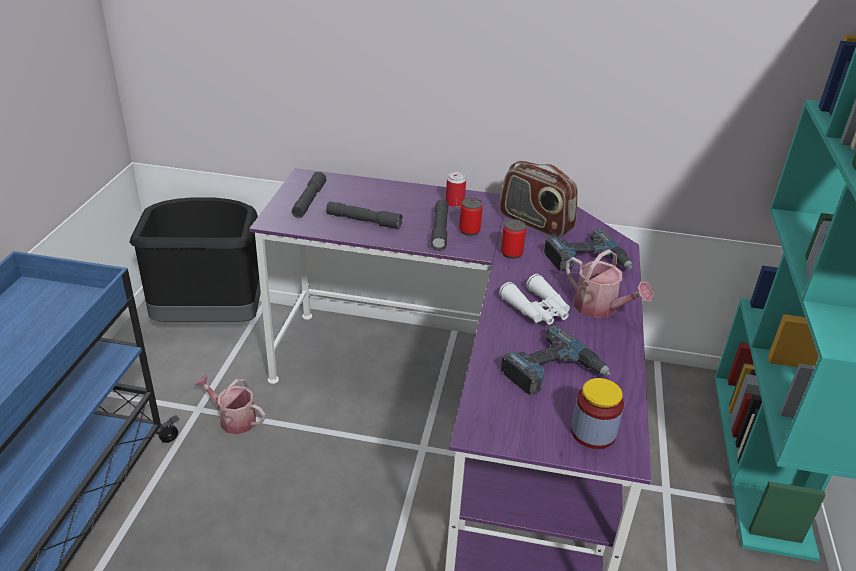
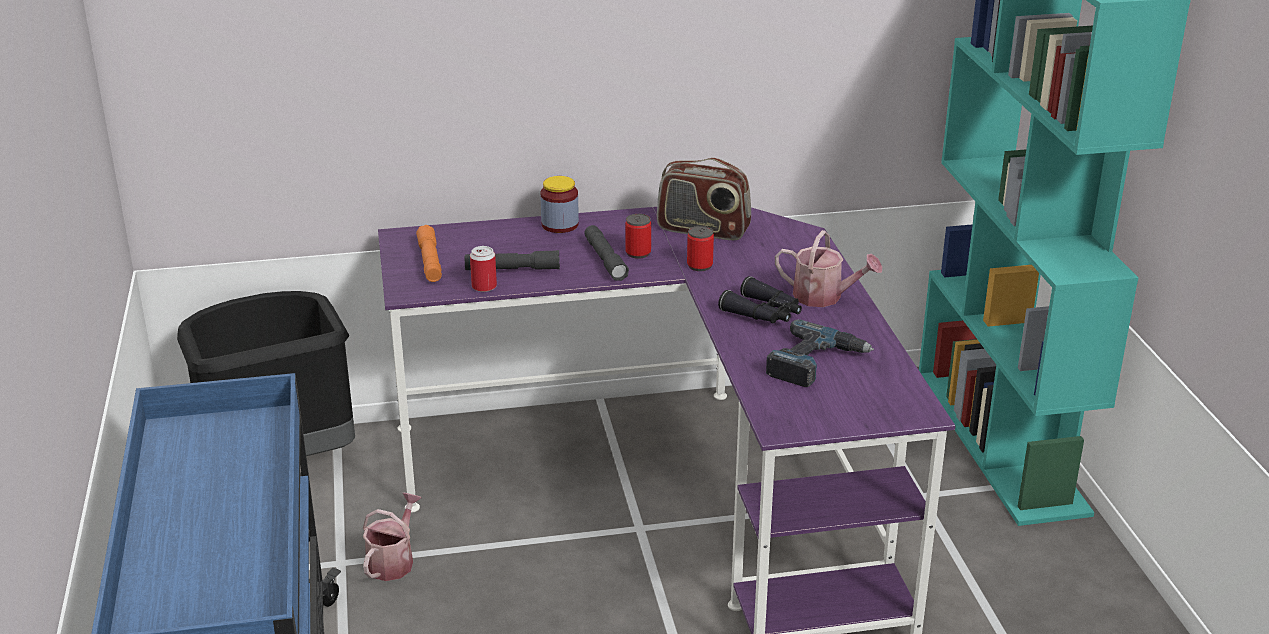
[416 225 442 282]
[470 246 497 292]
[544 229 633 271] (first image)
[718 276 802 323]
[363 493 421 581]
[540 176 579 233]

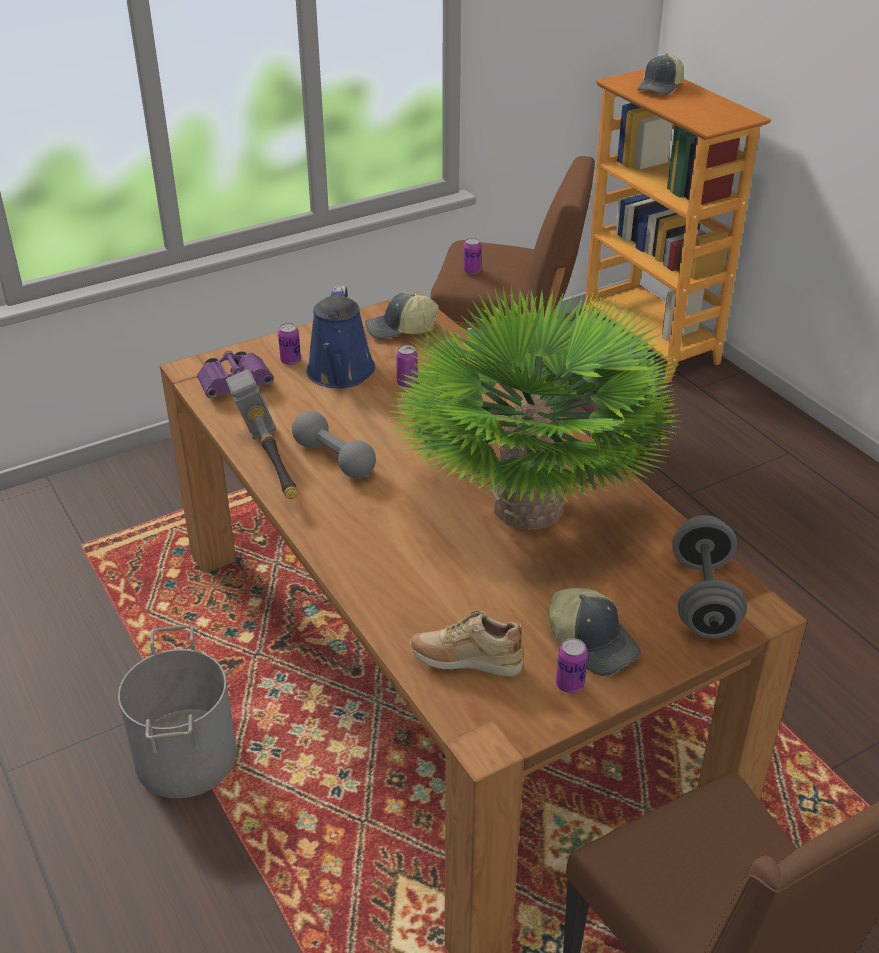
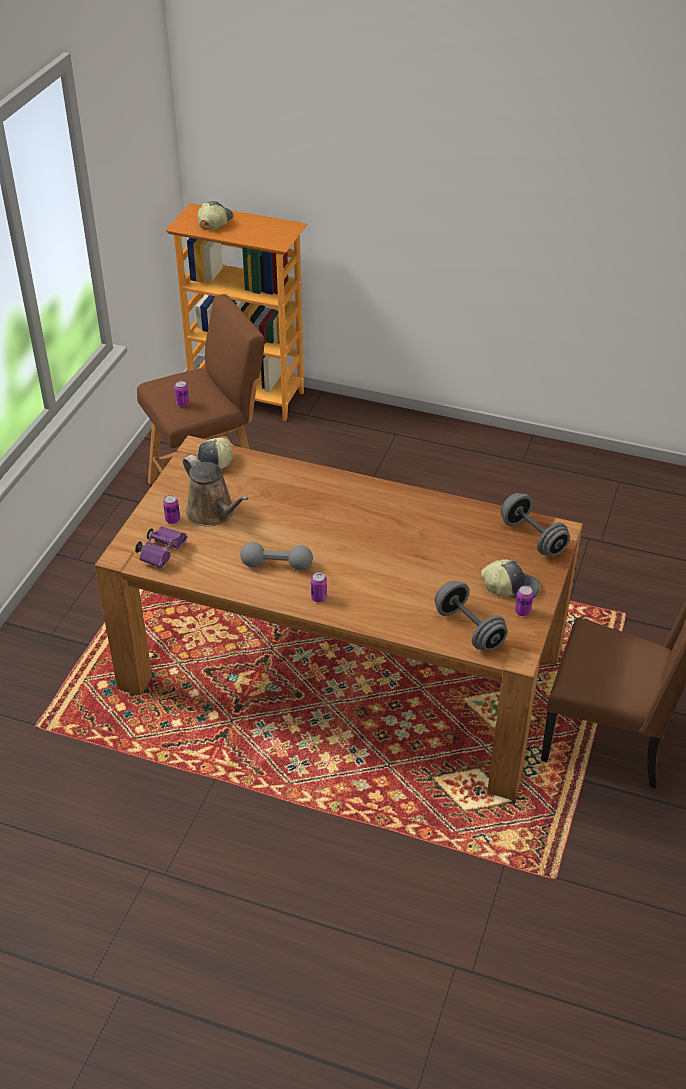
[198 201 233 230]
[384 285 682 530] (first image)
[183 455 248 527]
[311 572 327 603]
[226 369 298 499] (first image)
[435 581 508 652]
[118 625 237 798] (first image)

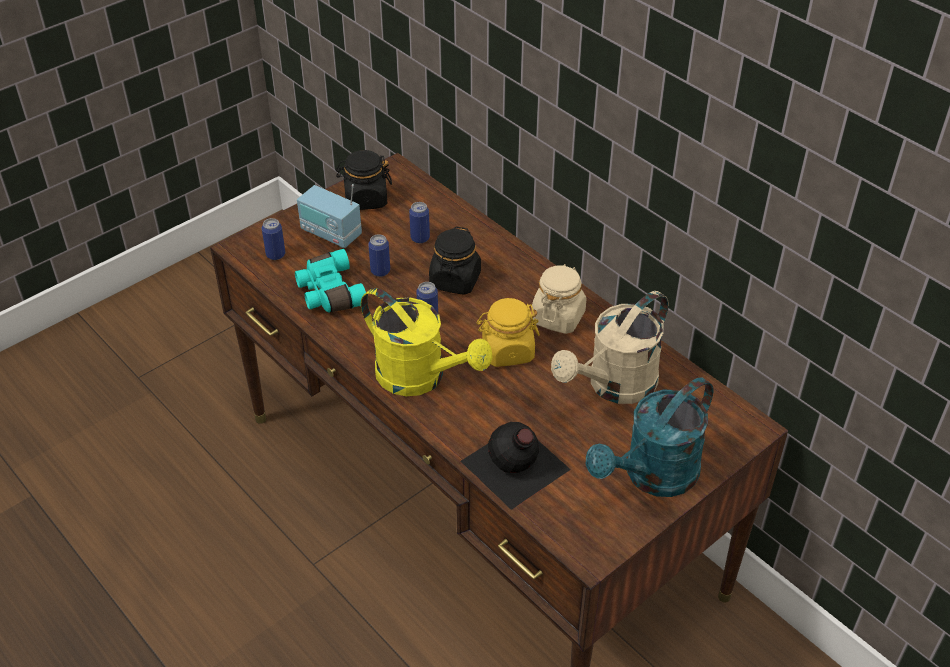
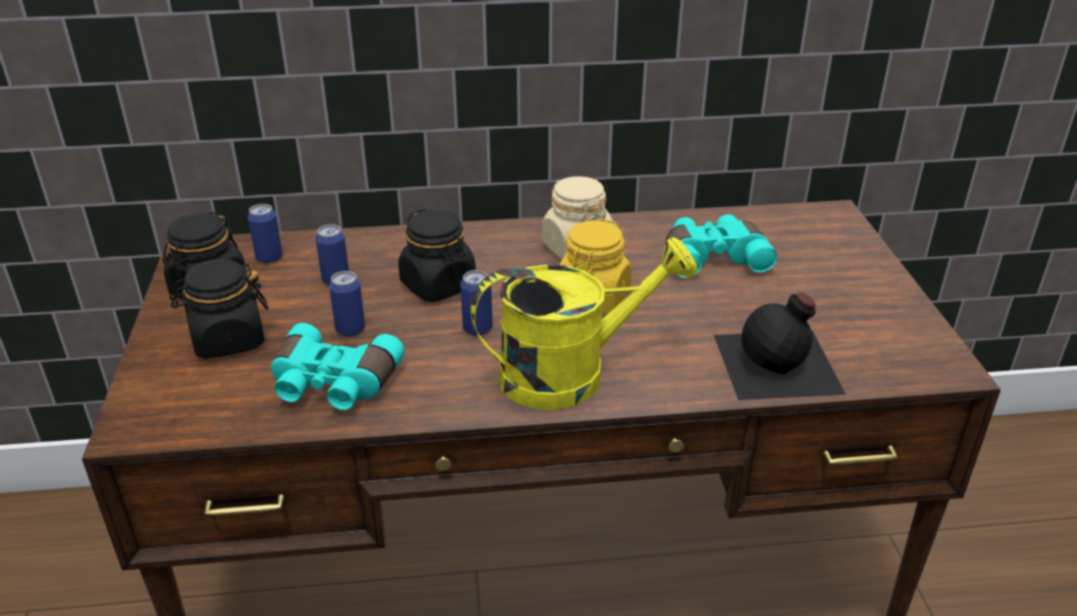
[169 259 268 359]
[248 204 283 264]
[666 214 777 278]
[585 378 713 497] (first image)

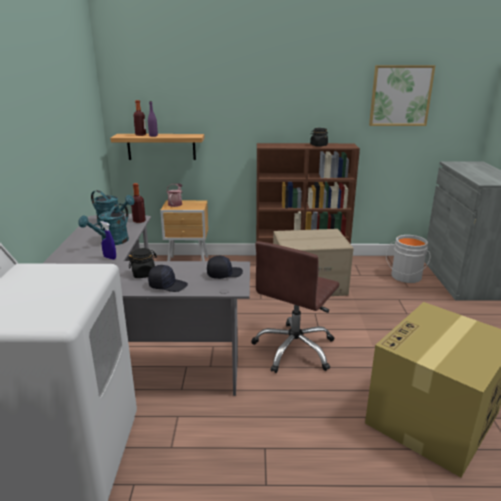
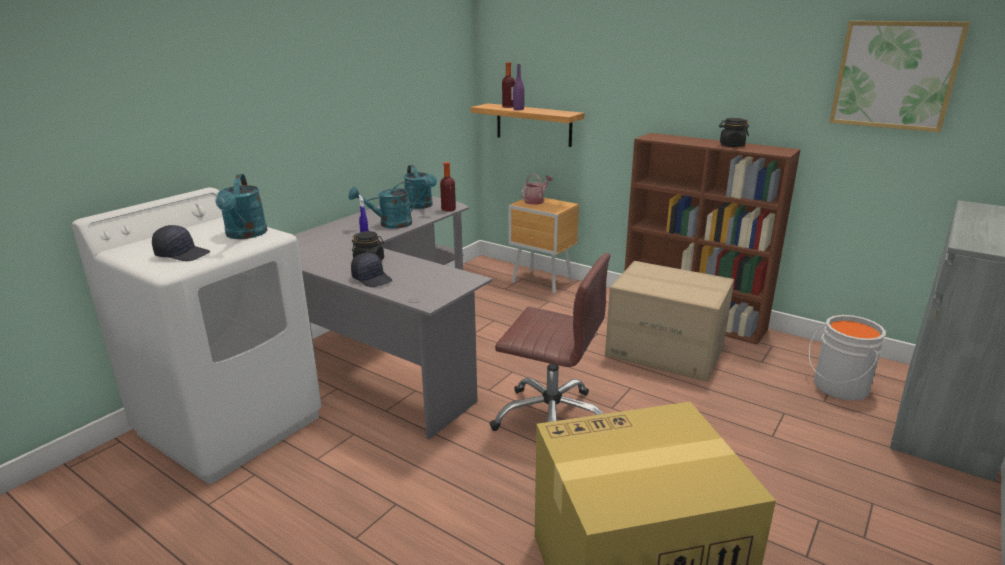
[490 253 610 431]
[152 225 210 261]
[216 174 267 239]

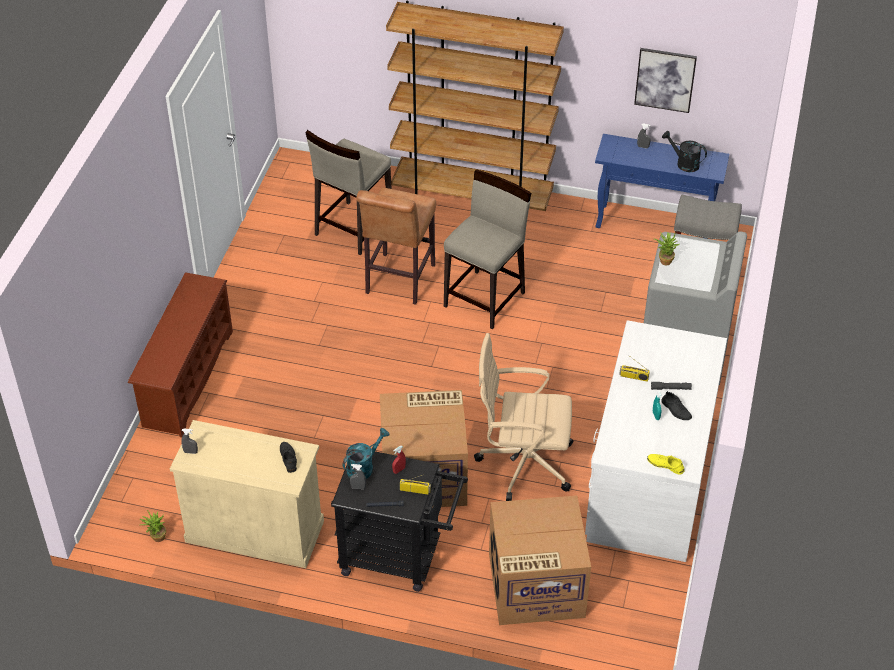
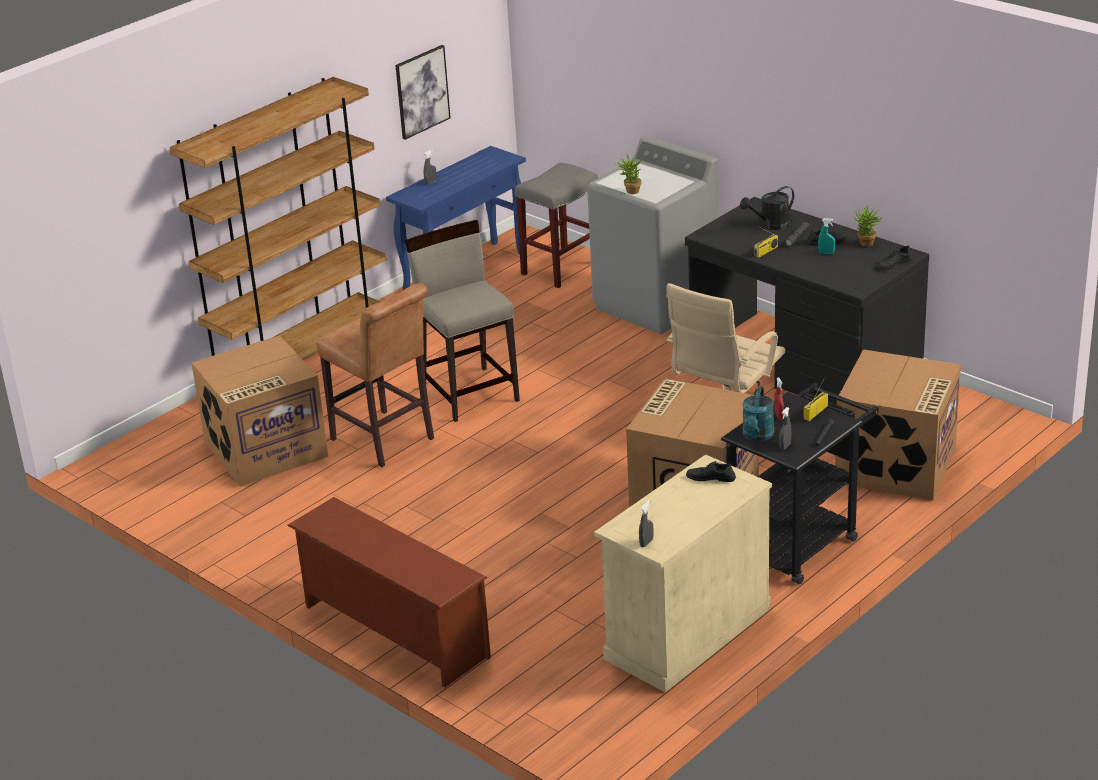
[191 335 328 487]
[740 186 794 230]
[685 197 929 404]
[742 386 774 442]
[877 245 912 270]
[854 205 881 247]

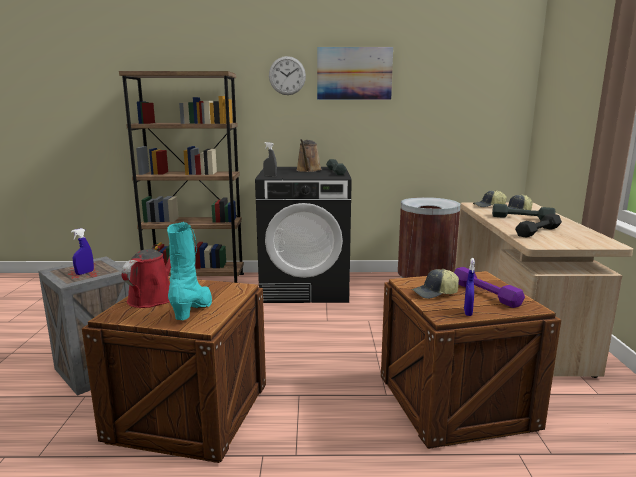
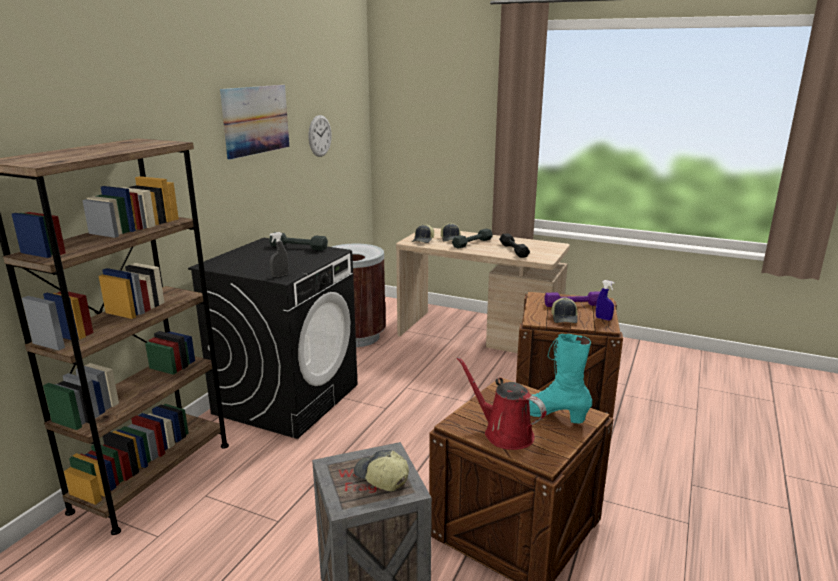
[309 115 332 157]
[296 139 322 172] (first image)
[354 450 409 491]

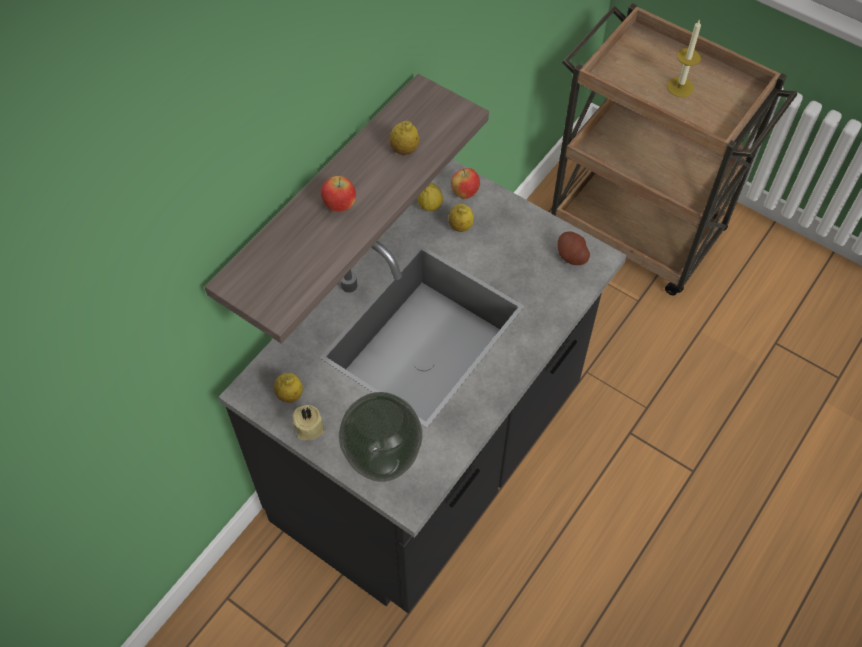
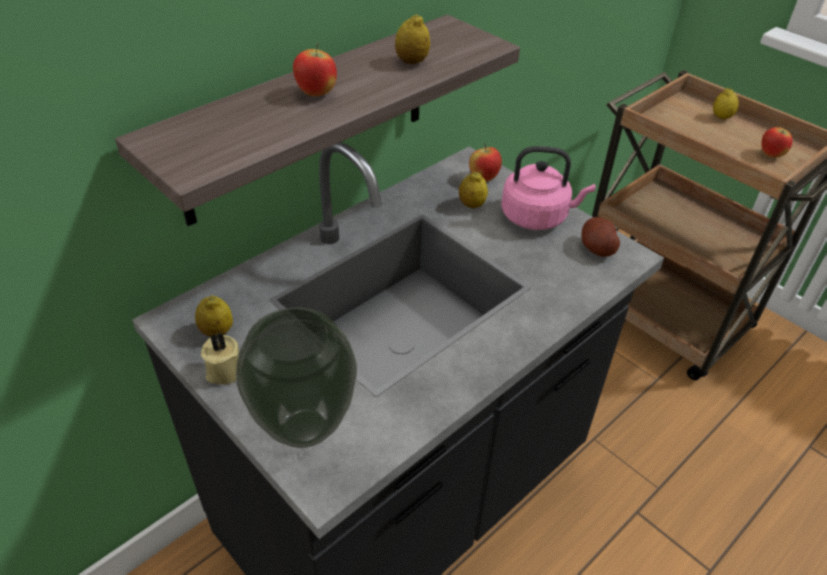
[667 19 701 97] (first image)
[713 88 739 119]
[761 126 793 157]
[501 146 596 230]

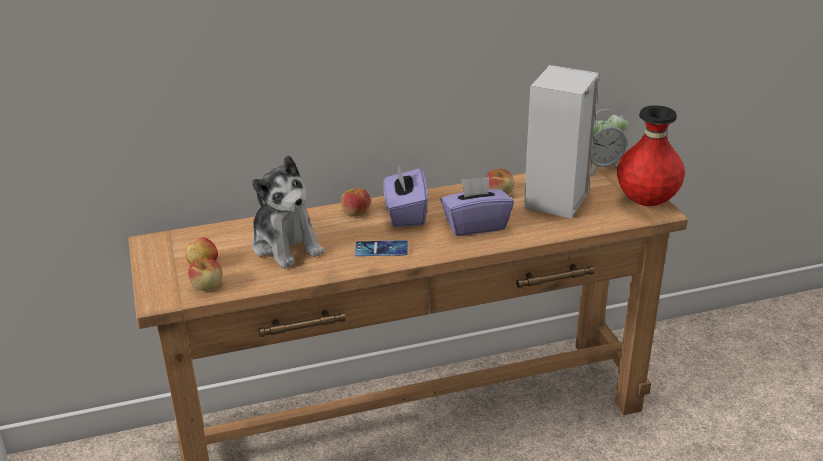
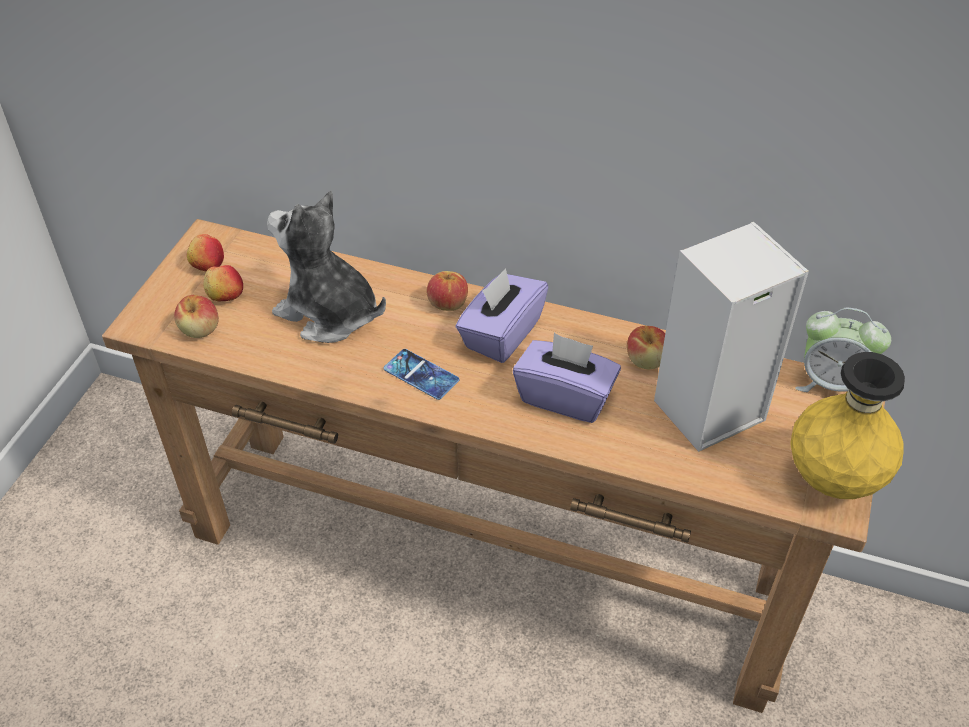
[790 352 905 499]
[267 190 386 343]
[187 234 224 271]

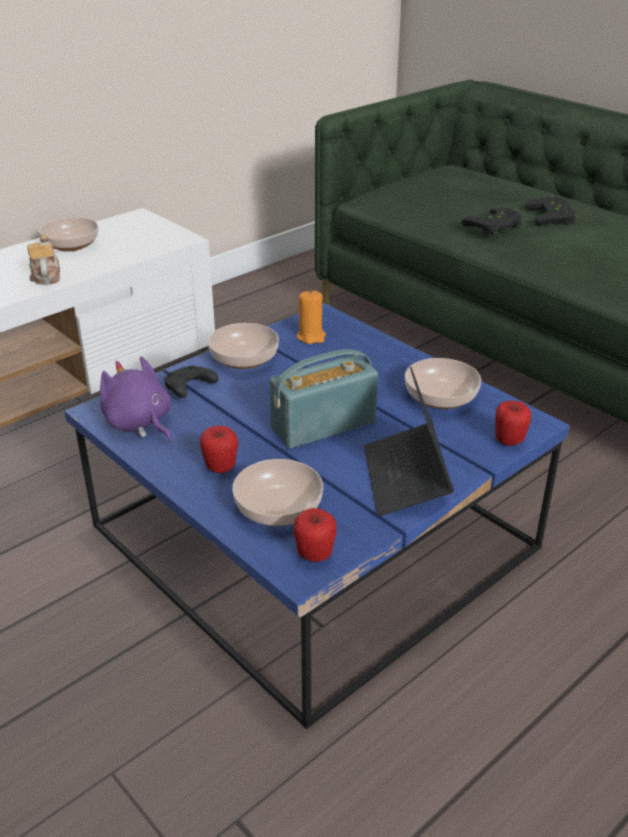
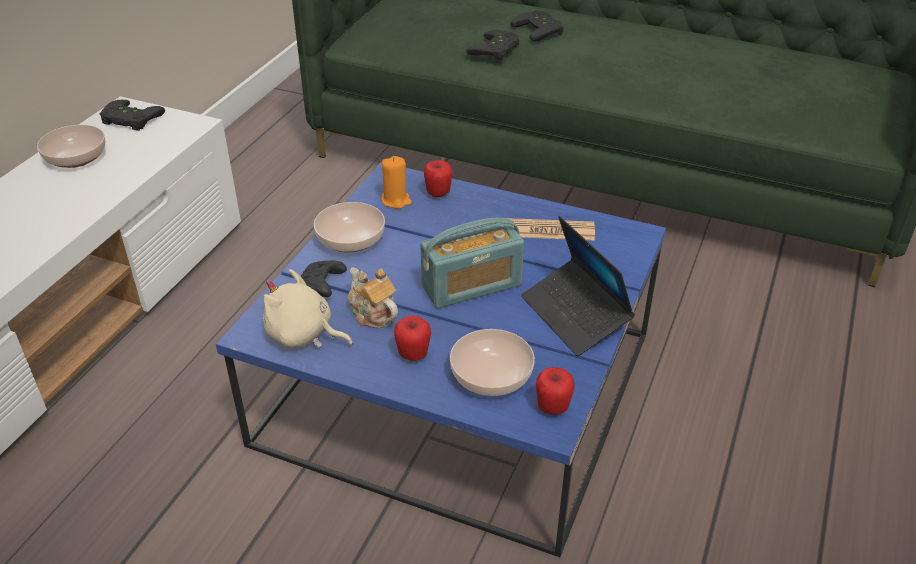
[348 268 398 328]
[420 218 524 308]
[263 269 353 348]
[506 218 595 240]
[424 160 452 197]
[100 100 165 131]

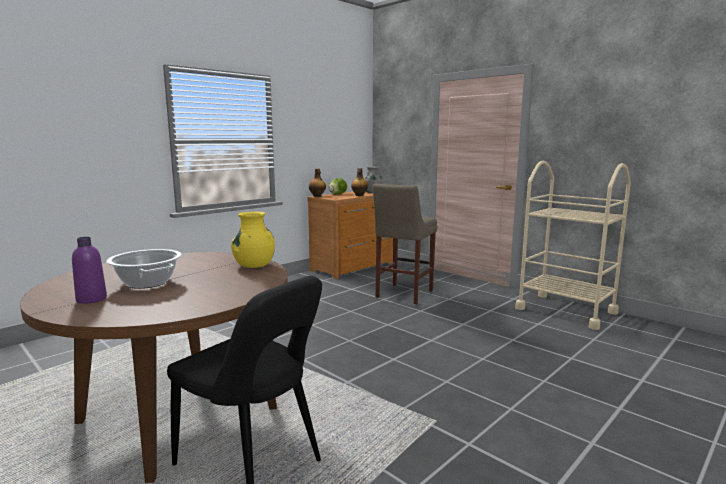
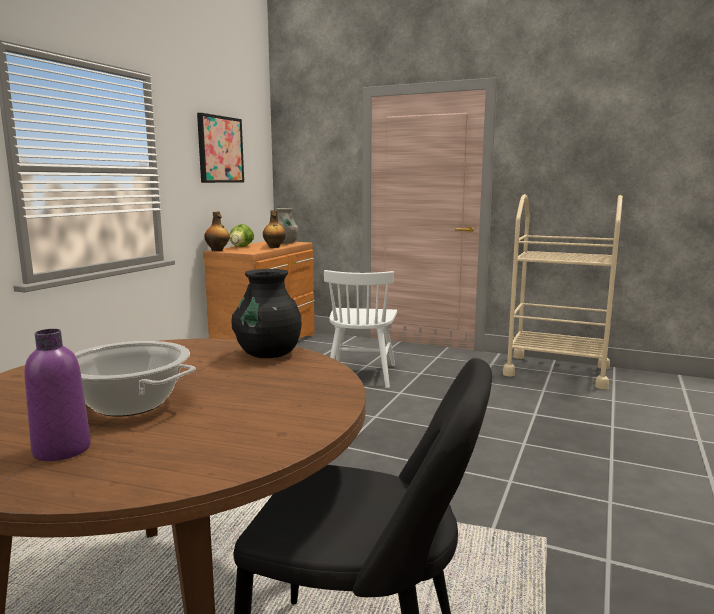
[324 270 397 388]
[232 269 302 358]
[197 113 244 183]

